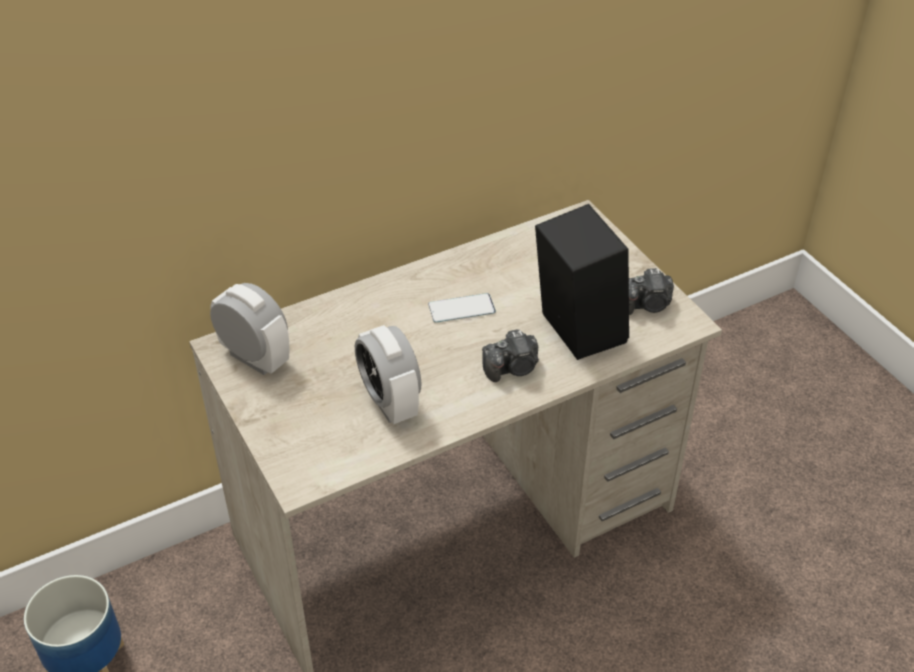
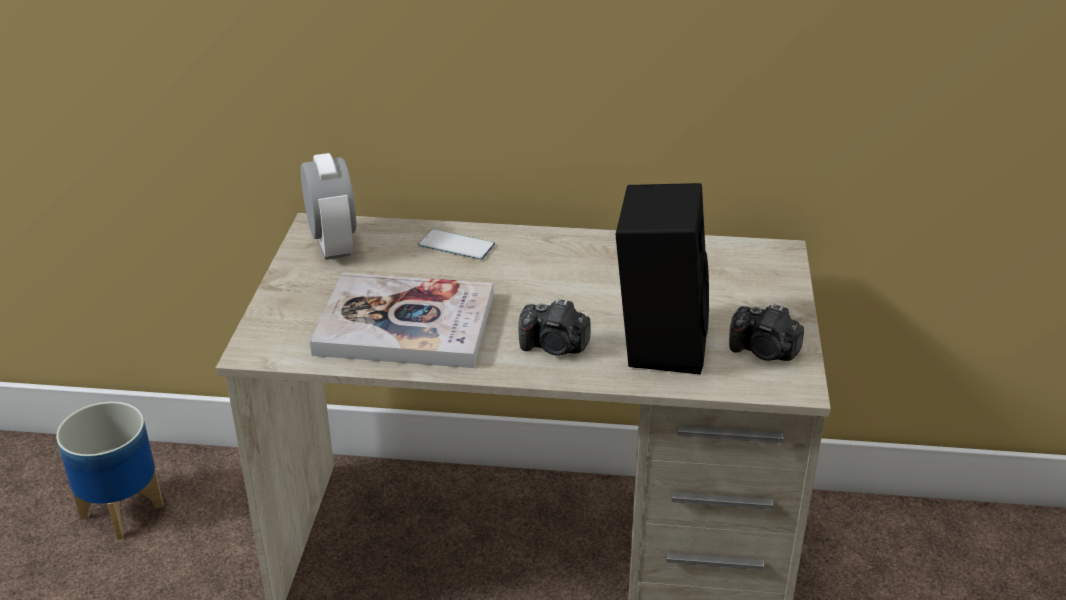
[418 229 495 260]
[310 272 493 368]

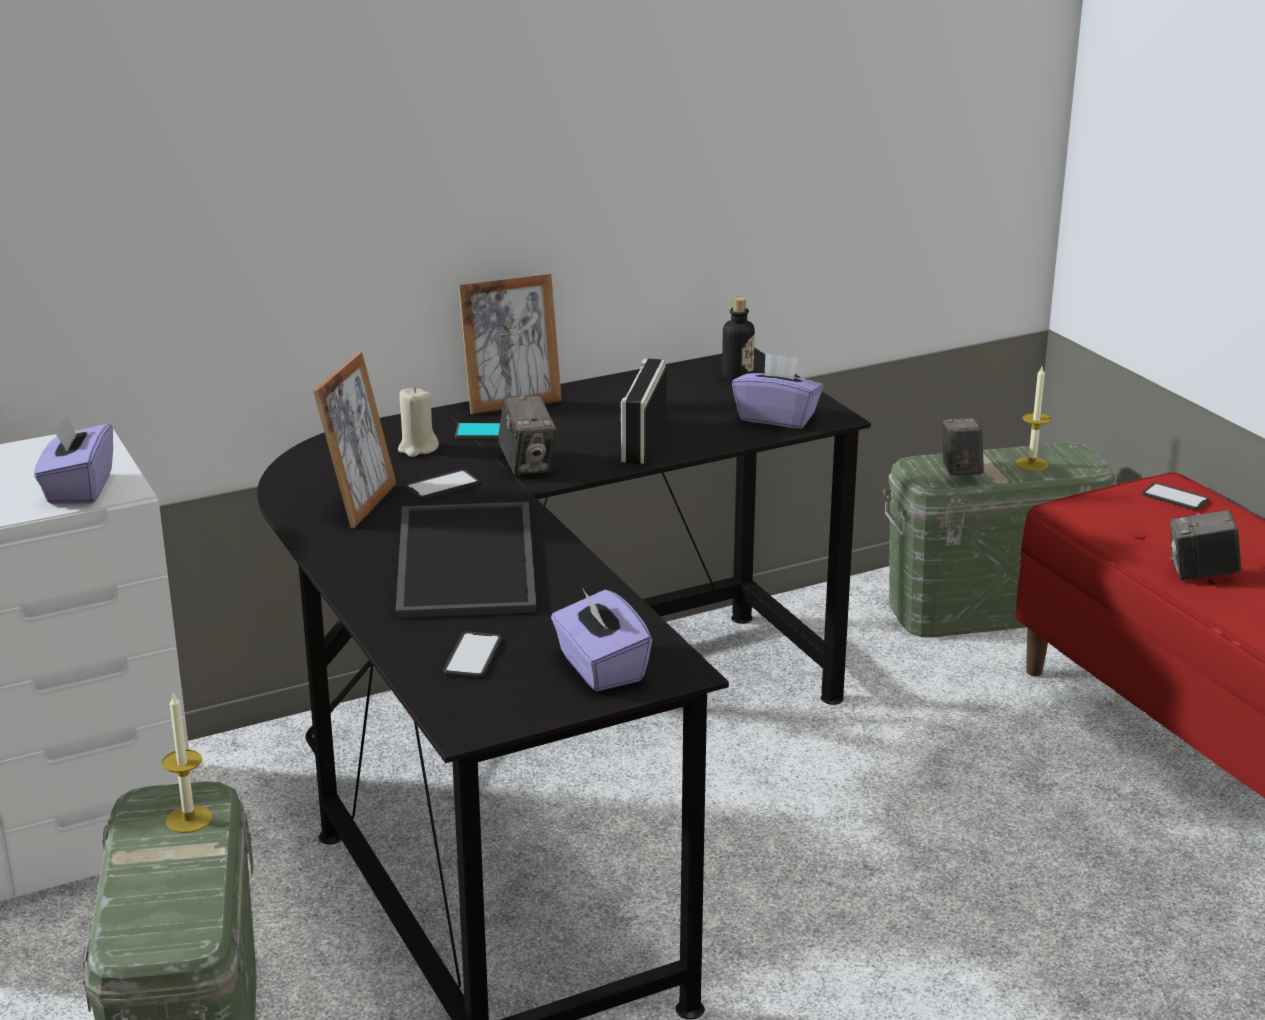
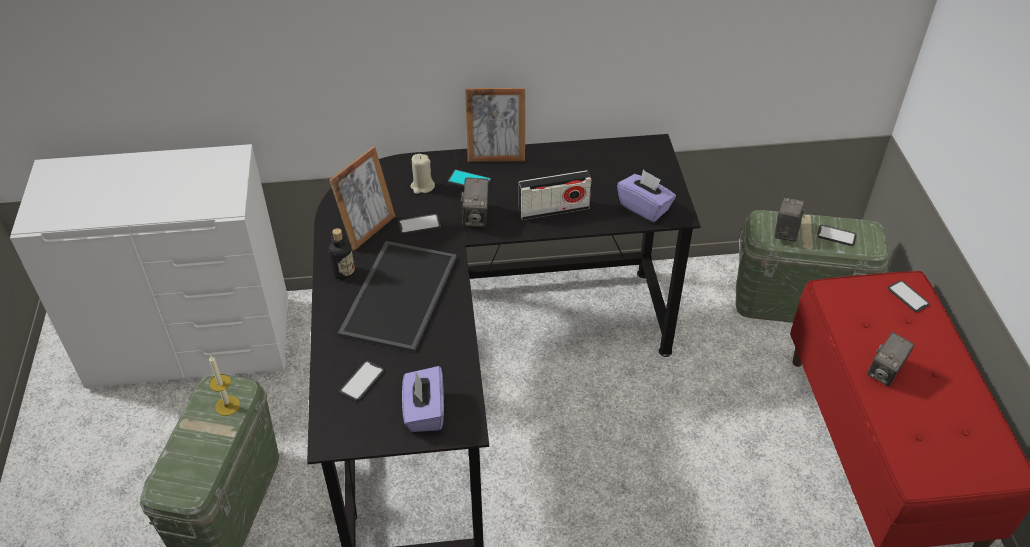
[329 228 355 280]
[518 170 591 220]
[817 225 857 246]
[34 413 113 504] (first image)
[867 332 914 386]

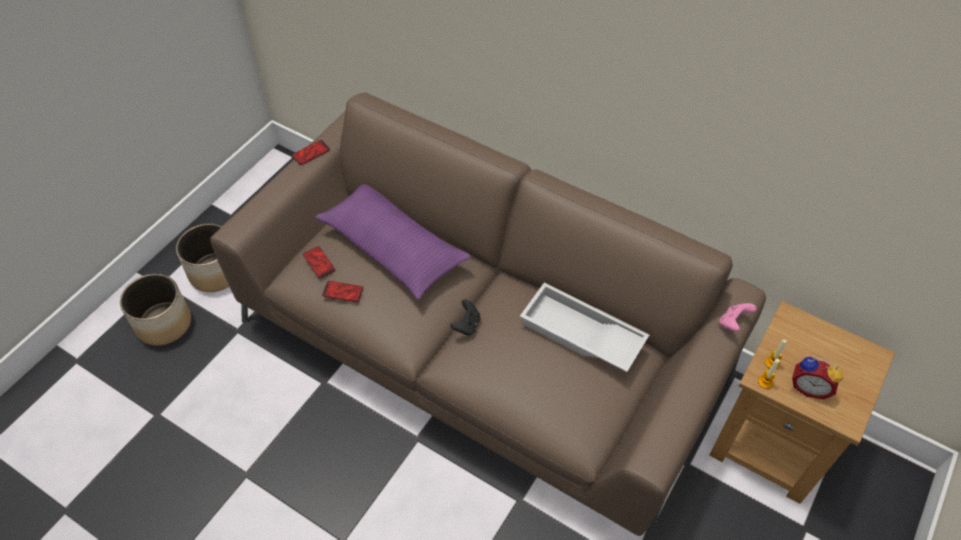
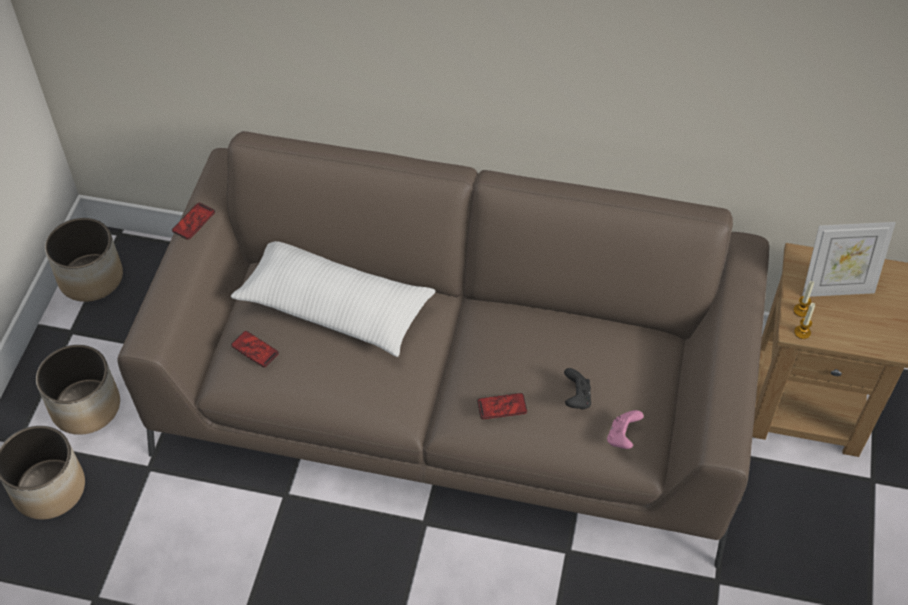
[231 241 436 357]
[477 393 527 419]
[520 282 649 372] (first image)
[564 368 591 409]
[607 410 644 449]
[792 357 843 399] (first image)
[45 218 123 302]
[802 222 896 297]

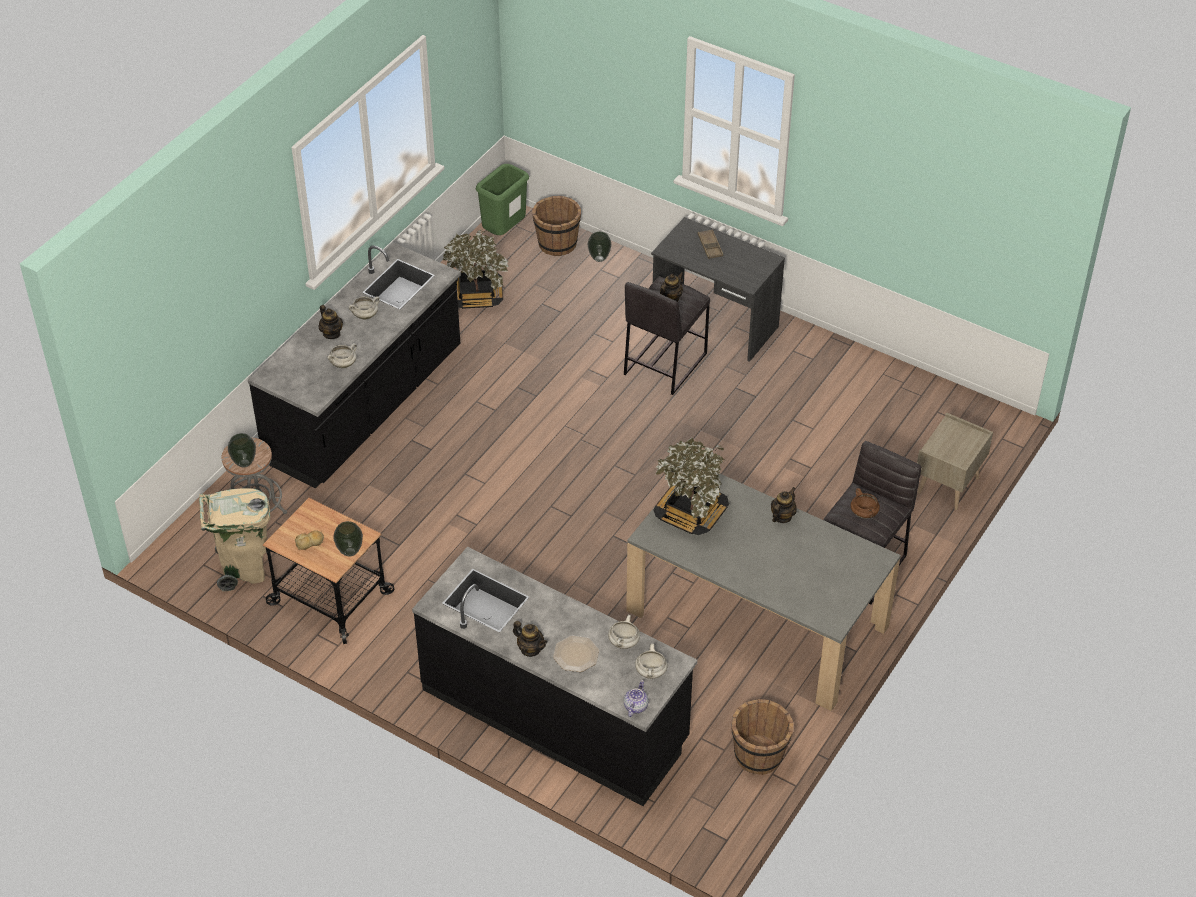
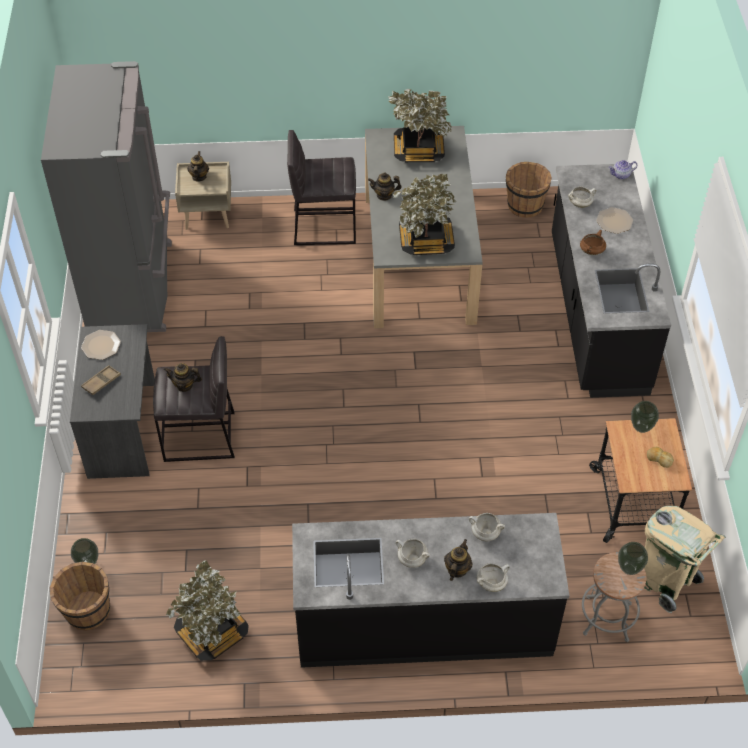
[476 164 529 235] (first image)
[580 230 606 255]
[187 151 209 182]
[477 563 510 592]
[41 61 172 332]
[388 89 452 162]
[81 330 121 360]

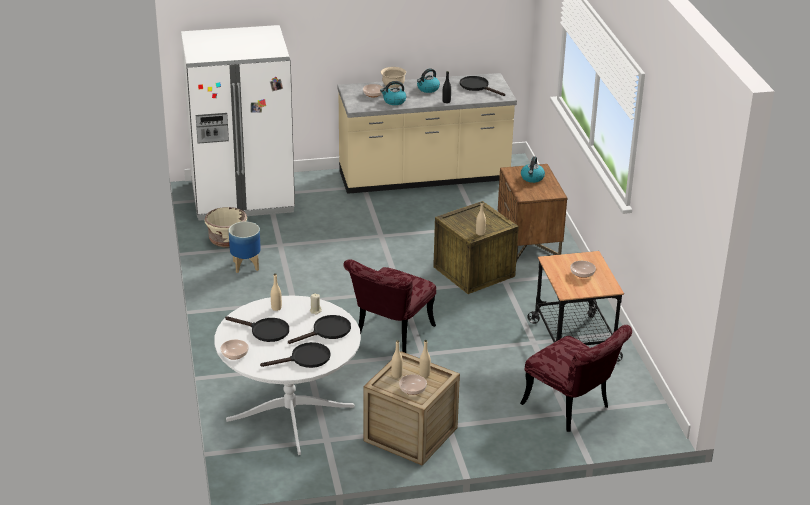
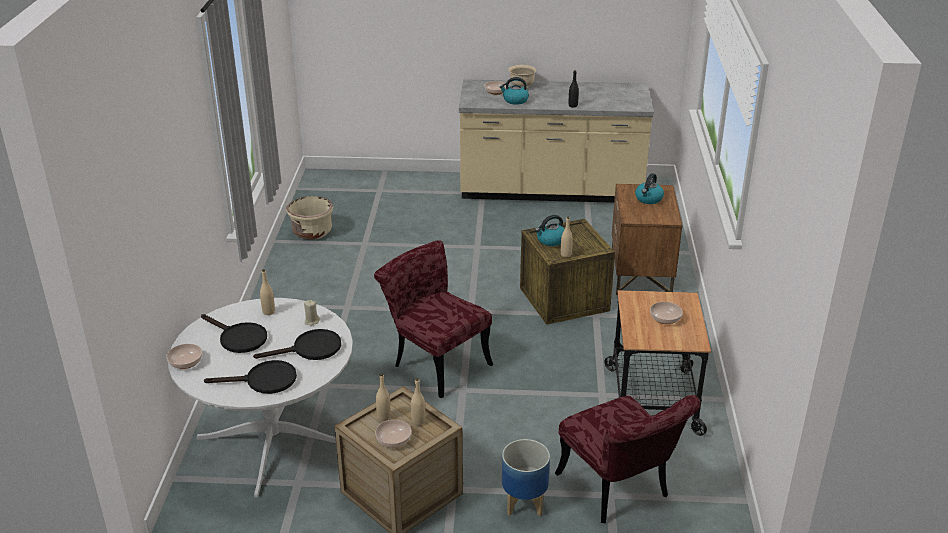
[181 25 295 221] (first image)
[535 215 565 246]
[460 76 505 96] (first image)
[502 439 550 516]
[374 240 493 398]

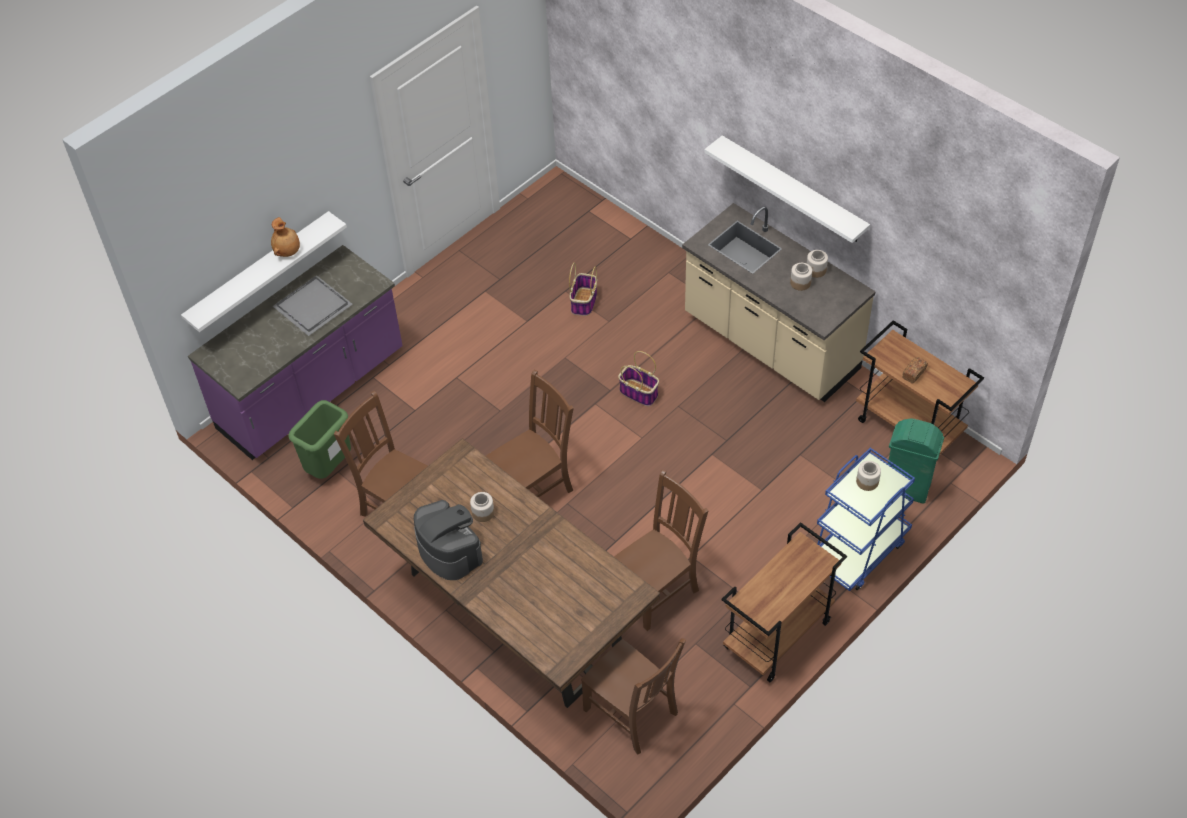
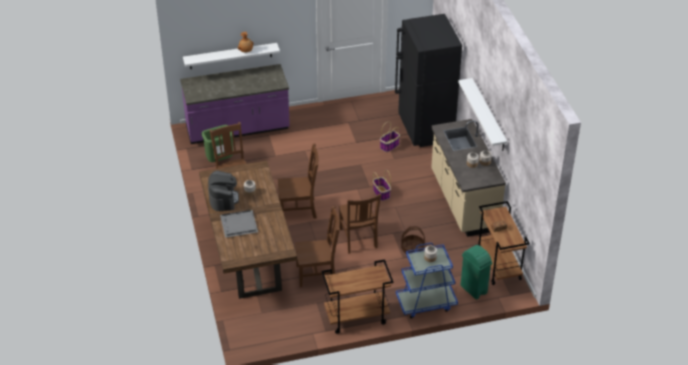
[220 210 258 238]
[339 194 381 253]
[395 14 462 147]
[401 226 425 253]

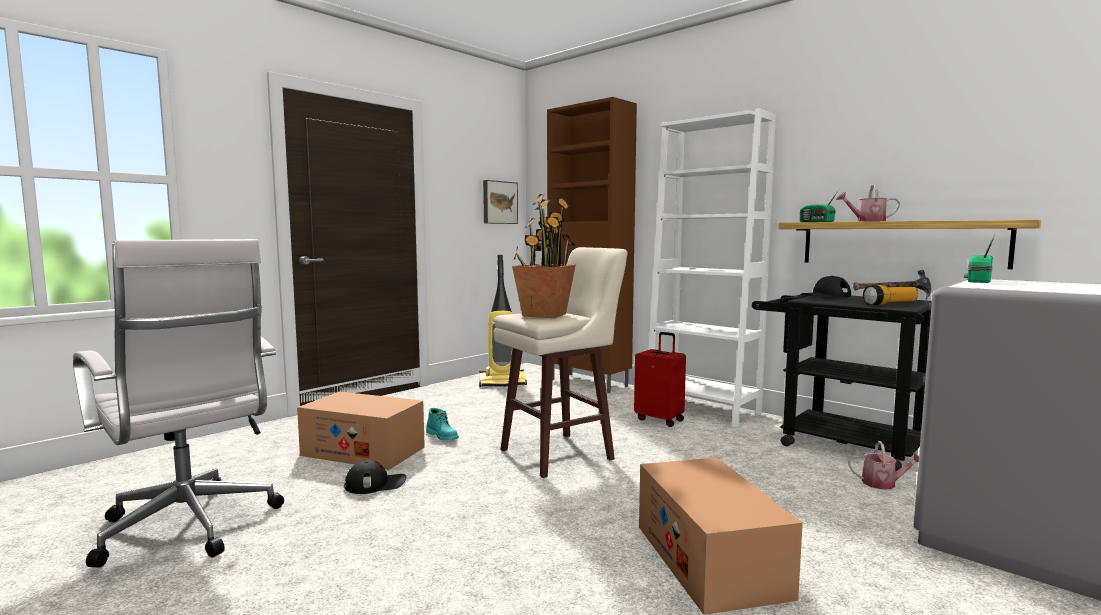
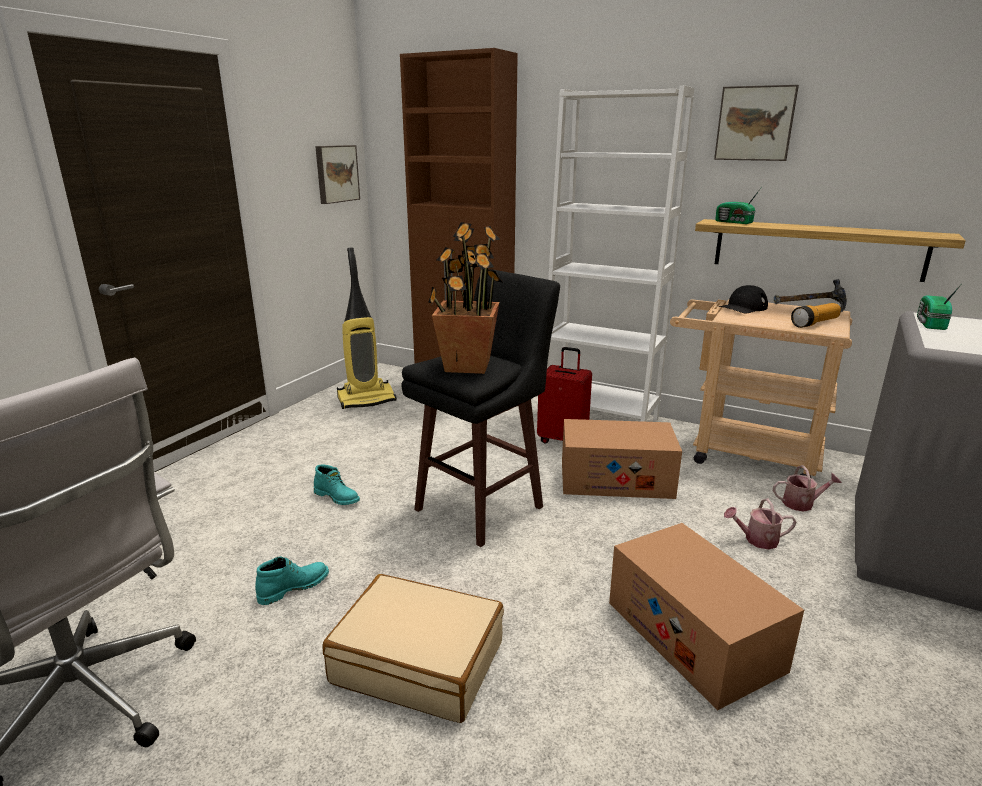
[724 499 797 550]
[402 269 560 547]
[670 299 852 478]
[562 419 682 499]
[255 556 329 605]
[714 85 799 161]
[322 574 504 723]

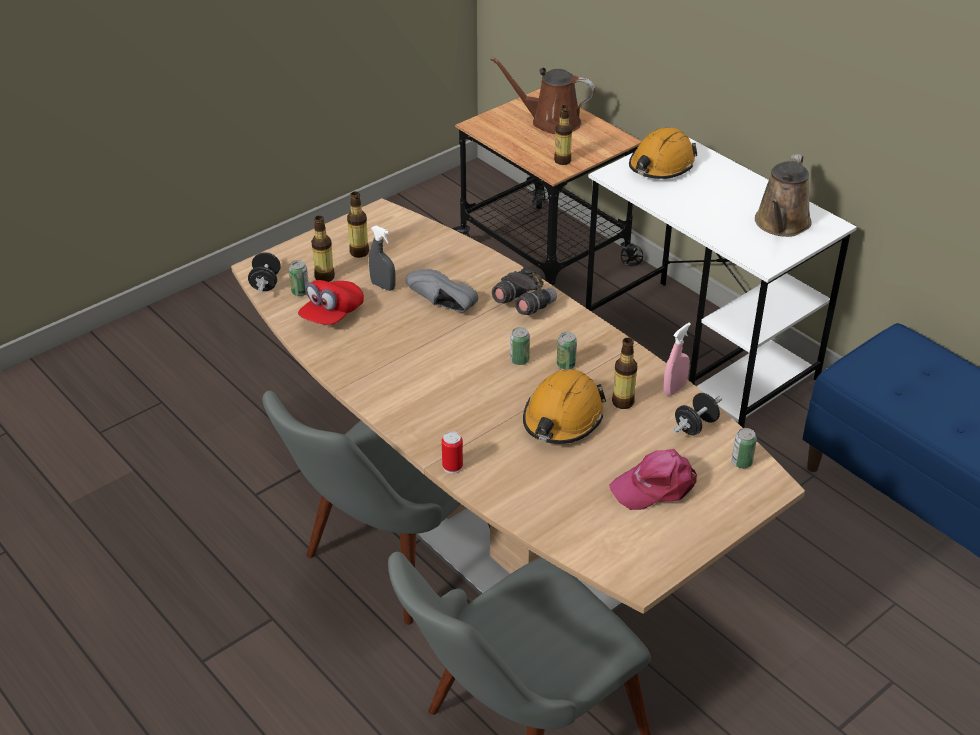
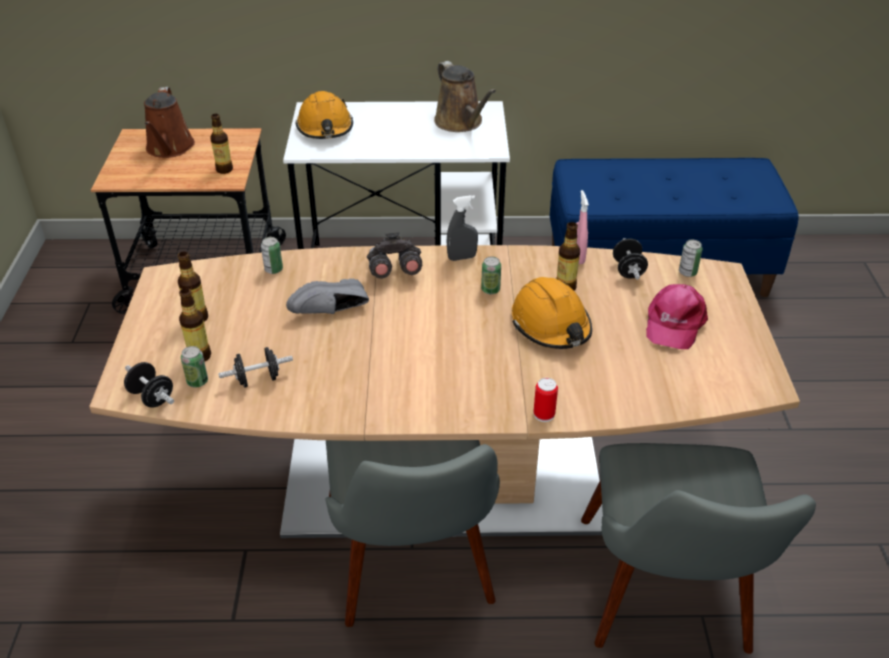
[144 87 195 158]
[446 195 478 261]
[218 347 293 387]
[261 237 283 274]

